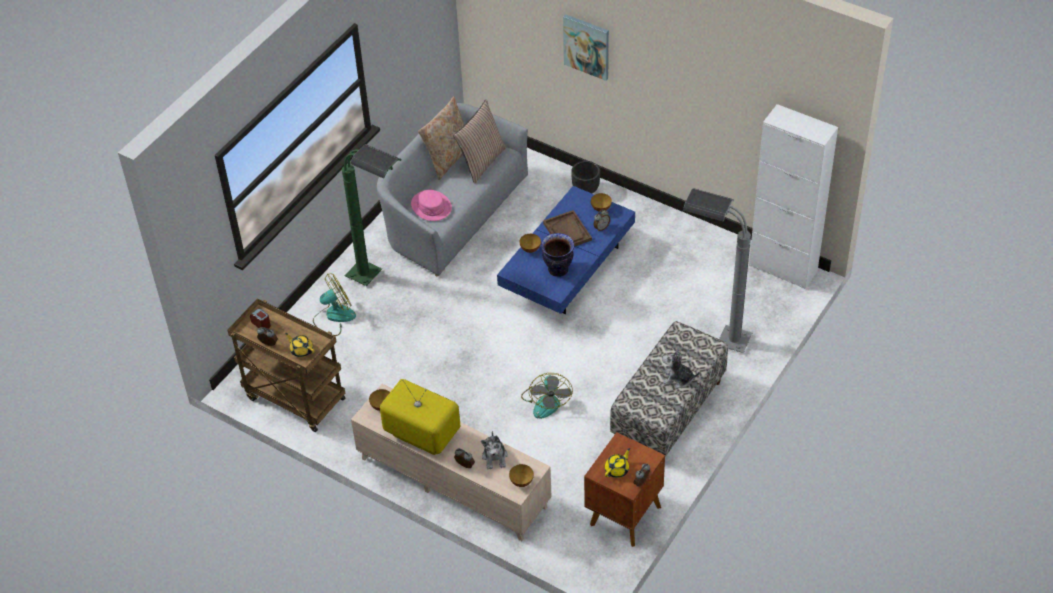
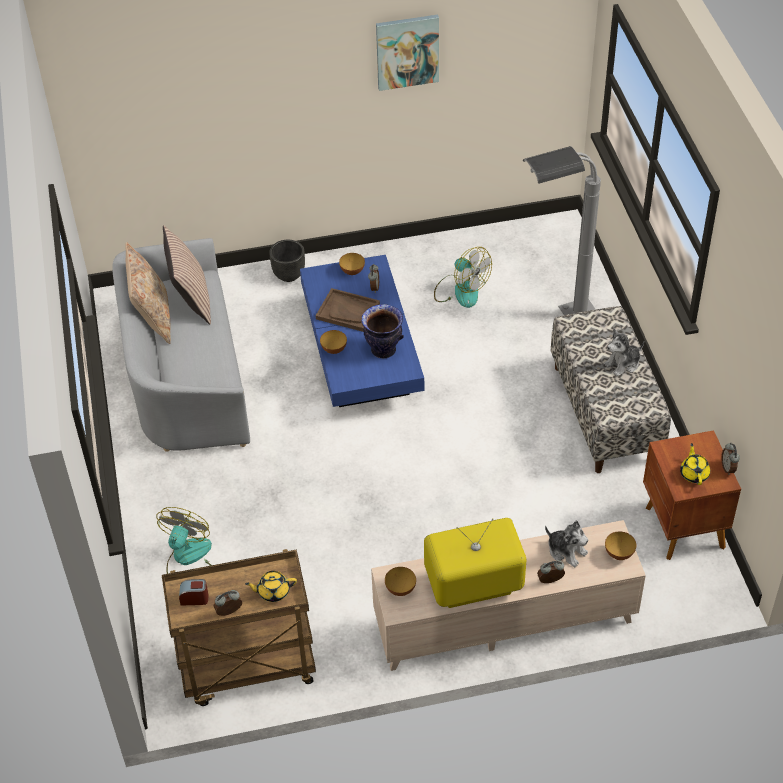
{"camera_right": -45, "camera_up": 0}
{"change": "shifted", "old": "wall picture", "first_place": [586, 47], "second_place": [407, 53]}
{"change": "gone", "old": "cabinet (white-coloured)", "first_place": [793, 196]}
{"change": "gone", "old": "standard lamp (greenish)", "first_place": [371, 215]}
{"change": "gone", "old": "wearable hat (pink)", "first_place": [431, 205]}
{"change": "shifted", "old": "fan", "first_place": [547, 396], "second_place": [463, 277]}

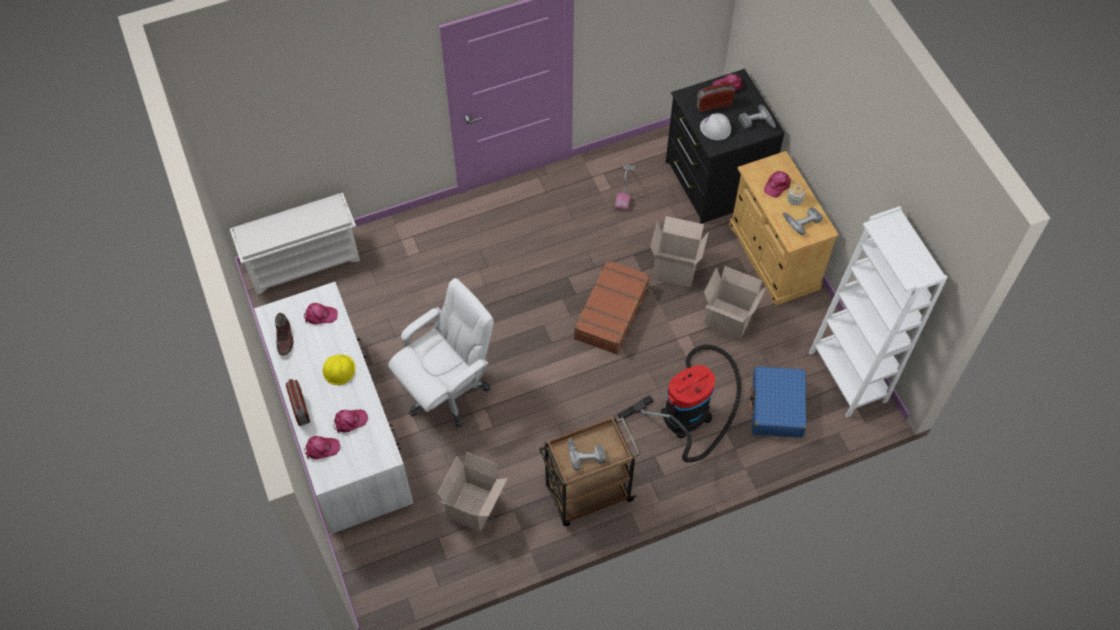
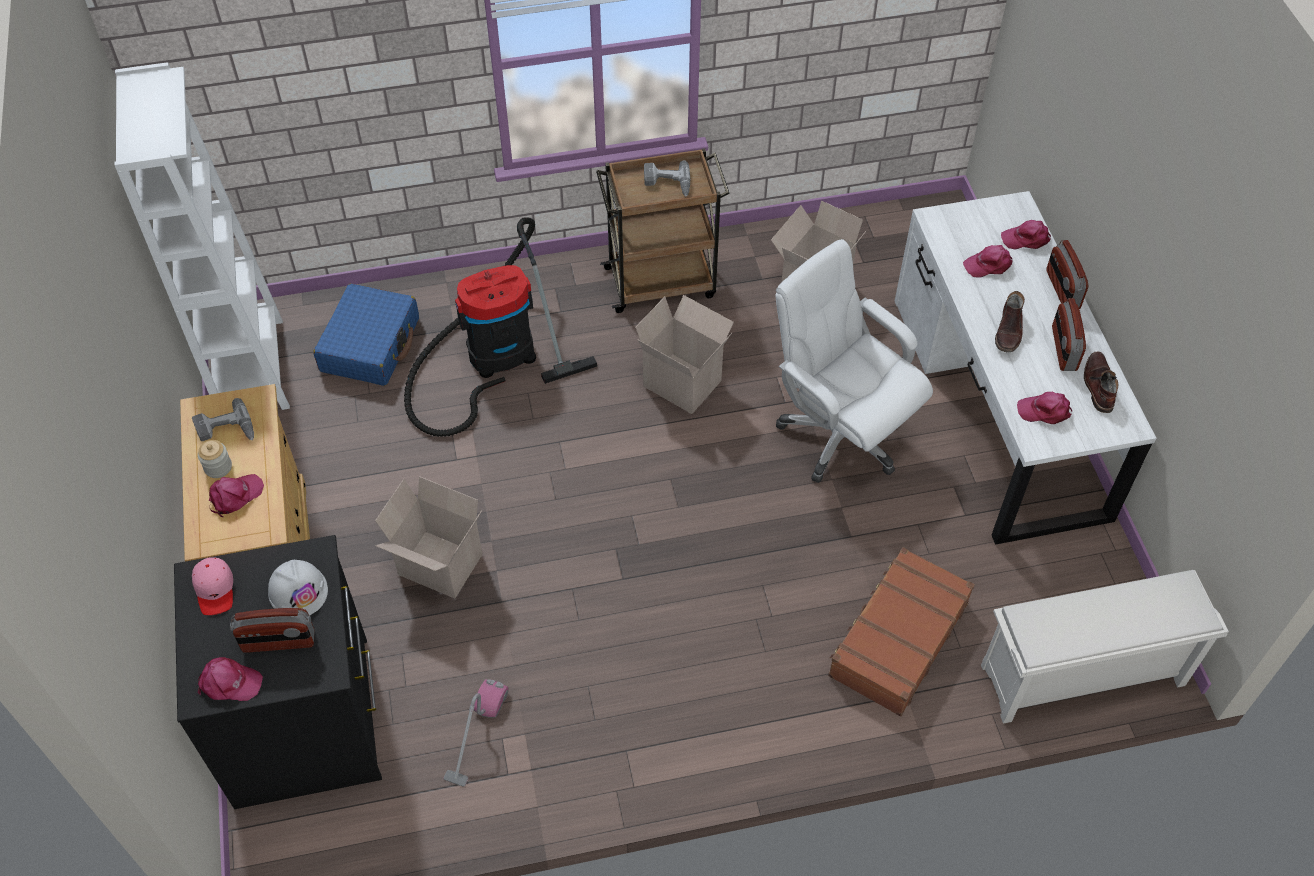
{"camera_right": -170, "camera_up": -5}
{"change": "swapped", "old": "electric drill", "new": "peaked cap (pink)", "first_place": [757, 116], "second_place": [212, 586]}
{"change": "shifted", "old": "piece of luggage (brown-coloured)", "first_place": [612, 307], "second_place": [901, 632]}
{"change": "shifted", "old": "carton", "first_place": [735, 302], "second_place": [684, 354]}
{"change": "rotated", "old": "desk chair (white-coloured)", "first_place": [441, 352], "second_place": [854, 361], "degrees": 75}
{"change": "swapped", "old": "safety helmet (yellow)", "new": "tall boot (brown-coloured)", "first_place": [339, 369], "second_place": [1010, 321]}
{"change": "new", "new": "radio", "second_place": [1069, 334]}

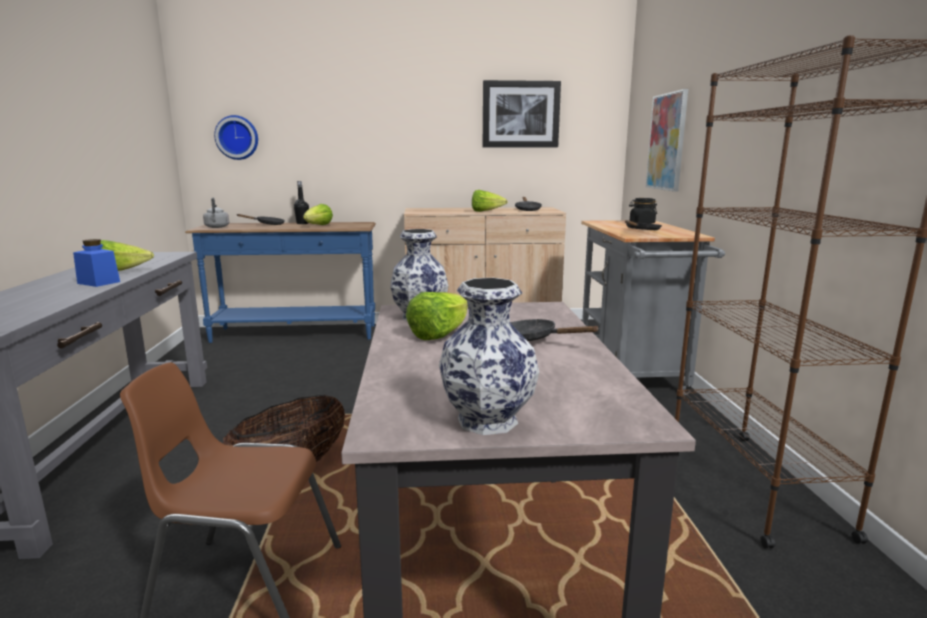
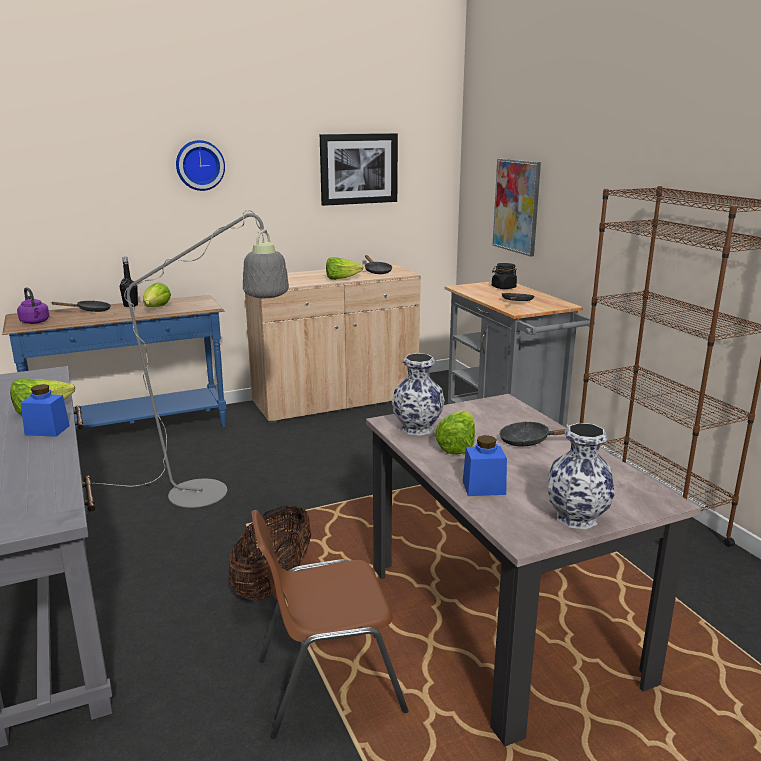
{"camera_right": -20, "camera_up": 5}
{"change": "shifted", "old": "clock on the wall", "first_place": [236, 137], "second_place": [200, 165]}
{"change": "repainted", "old": "kettle (greyish)", "new": "kettle (purple-coloured)", "first_place": [216, 213], "second_place": [33, 305]}
{"change": "new", "new": "standard lamp (greyish)", "second_place": [186, 359]}
{"change": "new", "new": "storage jar (bluish)", "second_place": [485, 465]}

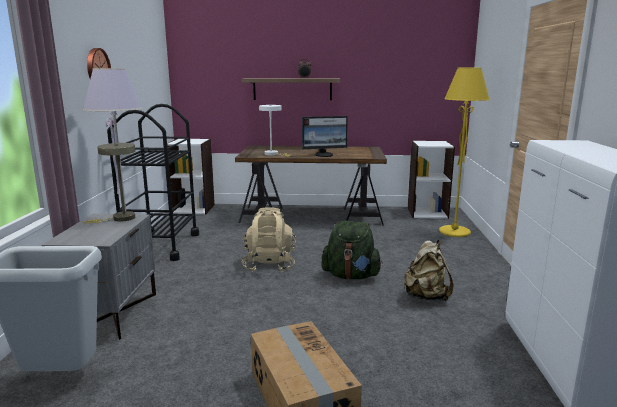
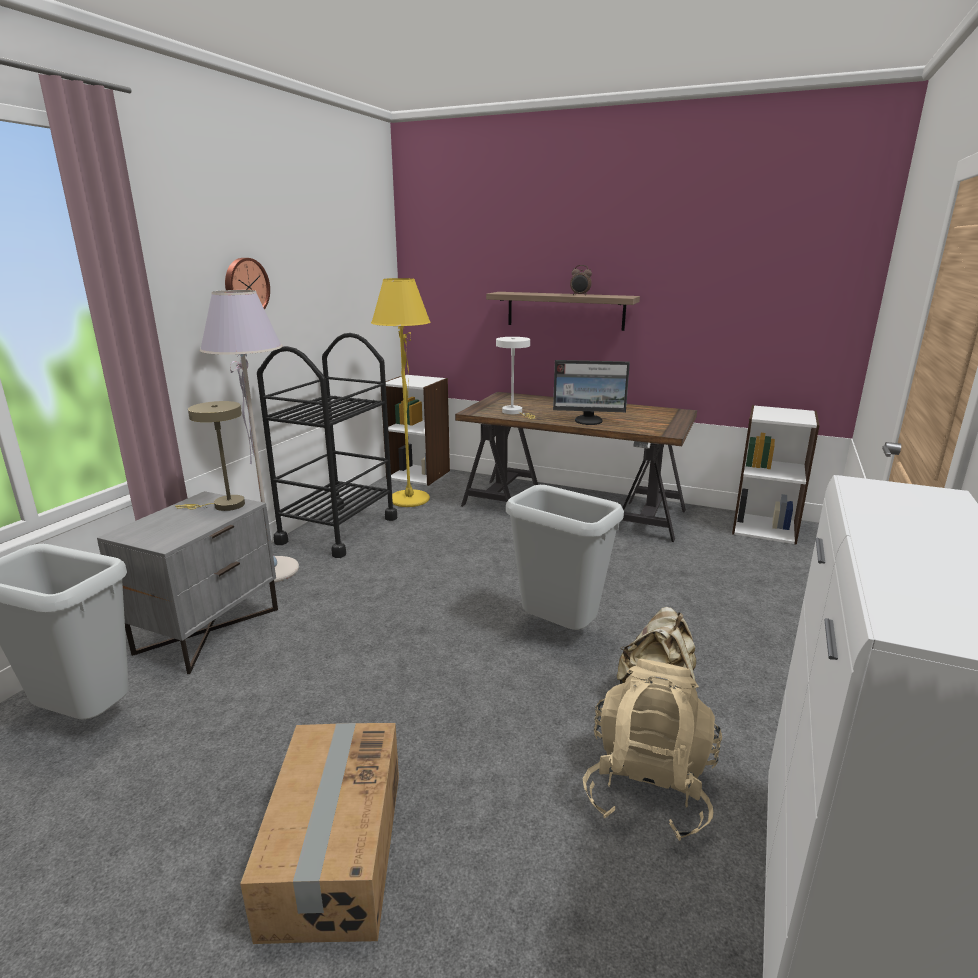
{"camera_right": 20, "camera_up": 5}
{"change": "shifted", "old": "standard lamp (yellow)", "first_place": [464, 152], "second_place": [400, 392]}
{"change": "shifted", "old": "rucksack (beige-coloured)", "first_place": [269, 240], "second_place": [652, 750]}
{"change": "swapped", "old": "rucksack (greenish)", "new": "rubbish bin (greyish)", "first_place": [352, 250], "second_place": [565, 557]}

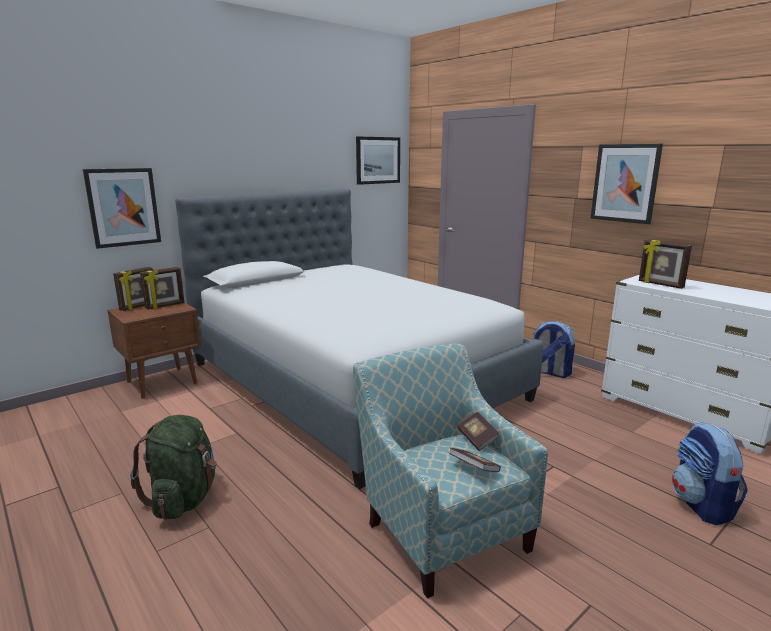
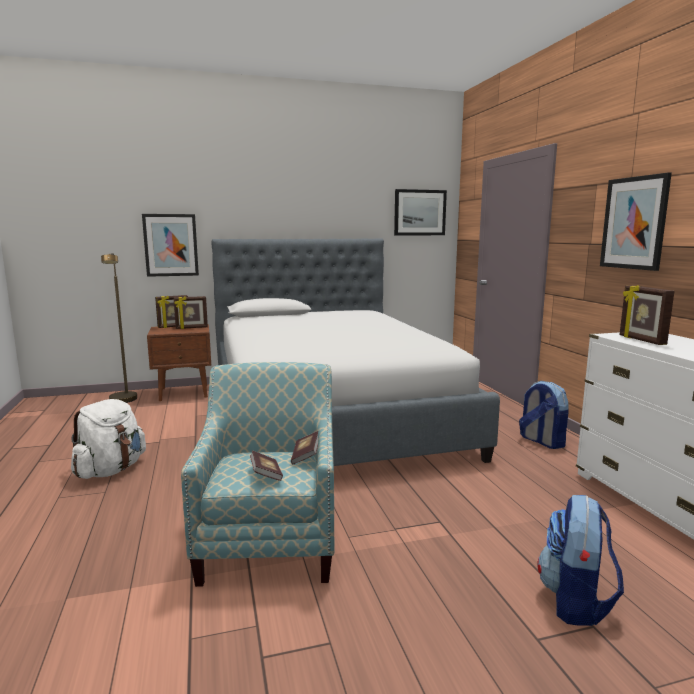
{"camera_right": 25, "camera_up": -5}
{"change": "repainted", "old": "rucksack (greenish)", "new": "rucksack (white-coloured)", "first_place": [173, 467], "second_place": [108, 439]}
{"change": "new", "new": "standard lamp (brown-coloured)", "second_place": [119, 328]}

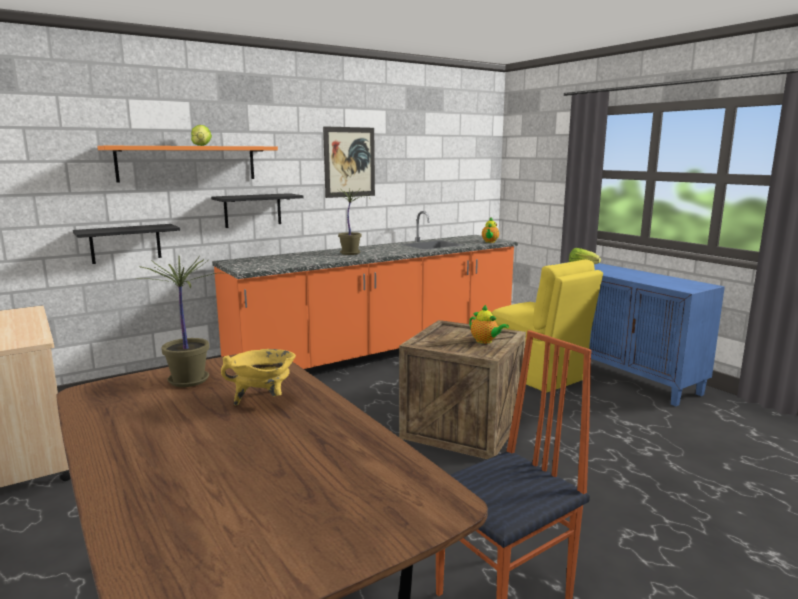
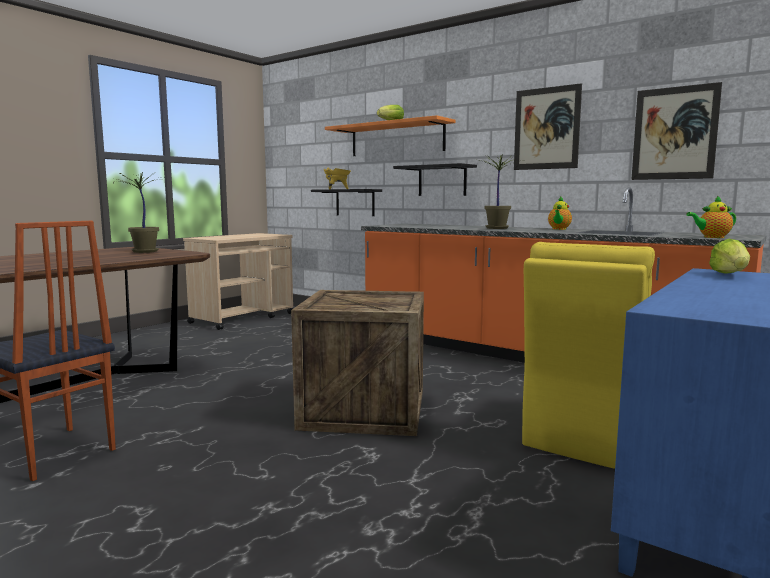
{"camera_right": 70, "camera_up": -5}
{"change": "shifted", "old": "tea pot", "first_place": [489, 324], "second_place": [560, 213]}
{"change": "shifted", "old": "stockpot (yellow)", "first_place": [258, 377], "second_place": [337, 178]}
{"change": "new", "new": "wall picture", "second_place": [676, 131]}

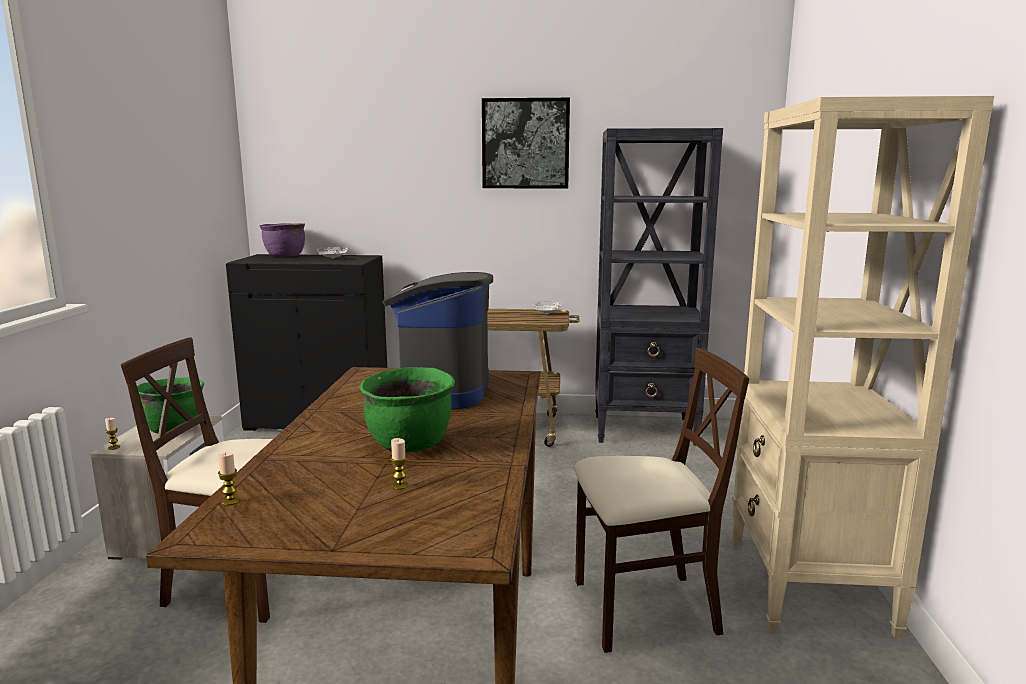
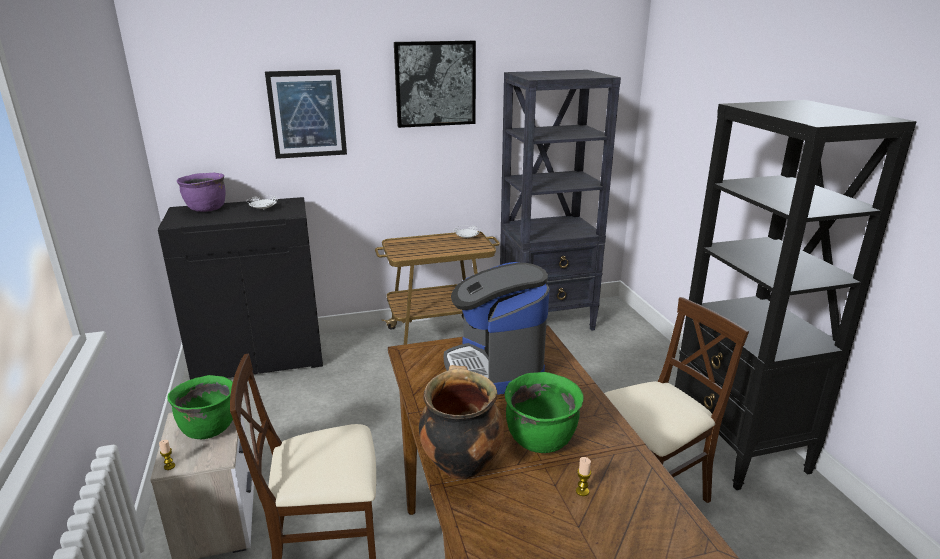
{"camera_right": -20, "camera_up": 10}
{"change": "repainted", "old": "bookshelf (beige-coloured)", "new": "bookshelf (black)", "first_place": [863, 367], "second_place": [796, 295]}
{"change": "gone", "old": "wax light", "first_place": [229, 479]}
{"change": "new", "new": "wall picture", "second_place": [306, 114]}
{"change": "new", "new": "stockpot", "second_place": [461, 422]}

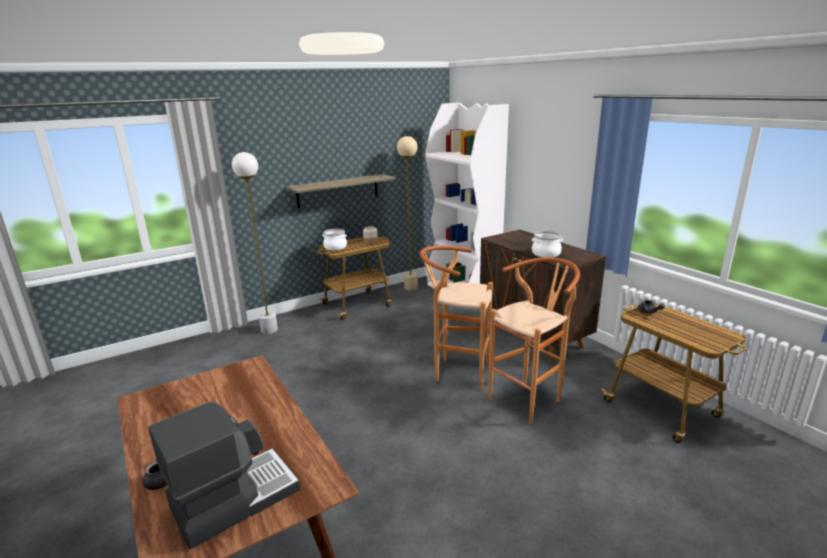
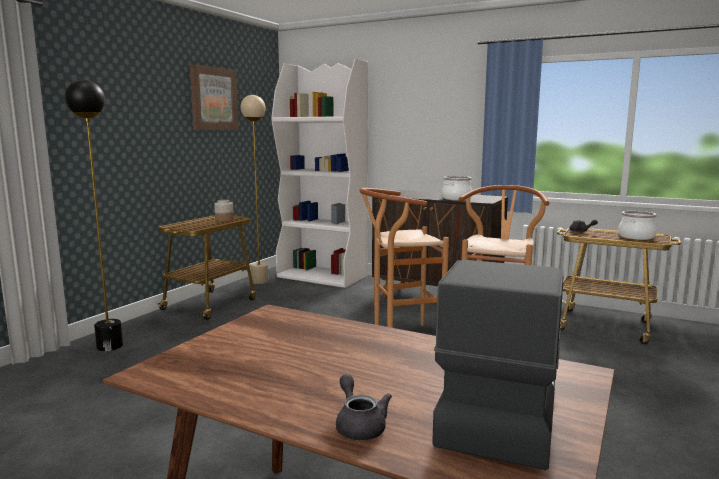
{"camera_right": -30, "camera_up": -10}
{"change": "repainted", "old": "standard lamp (white-coloured)", "new": "standard lamp (black)", "first_place": [255, 243], "second_place": [94, 215]}
{"change": "gone", "old": "wall shelf", "first_place": [341, 191]}
{"change": "shifted", "old": "stockpot", "first_place": [334, 240], "second_place": [637, 225]}
{"change": "new", "new": "wall picture", "second_place": [214, 97]}

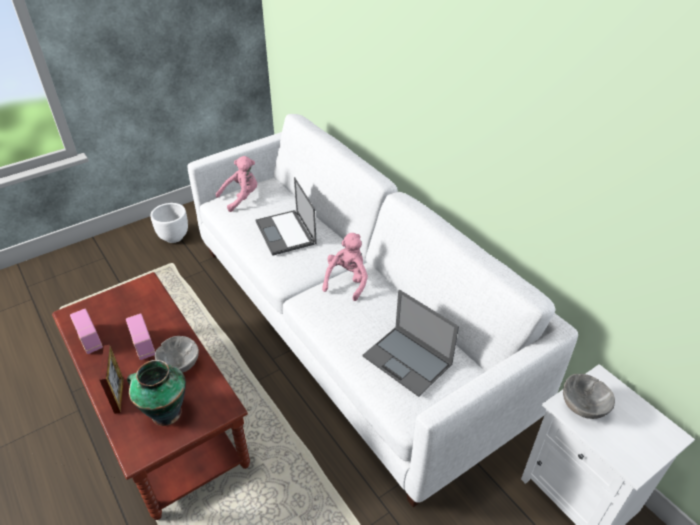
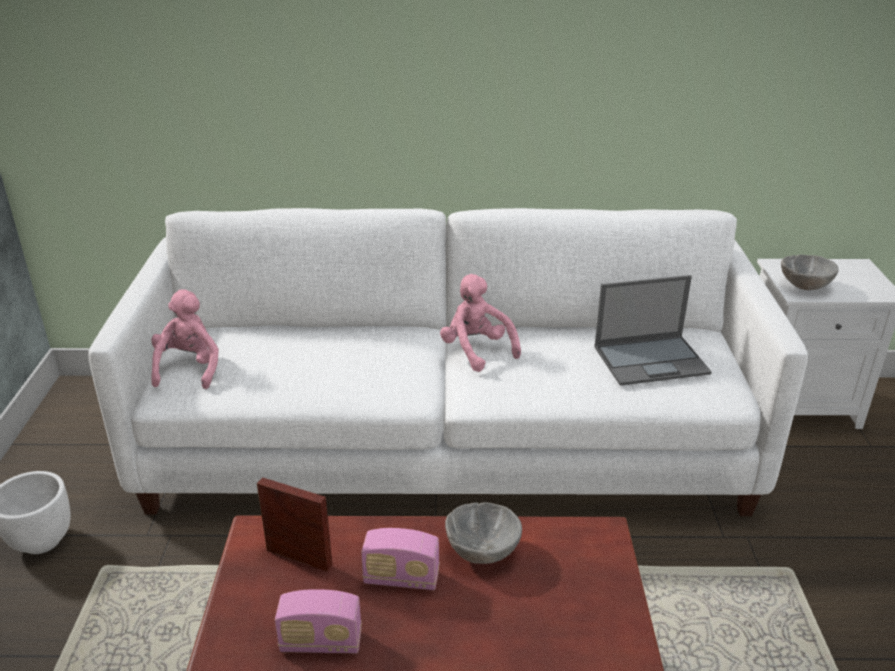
{"camera_right": -55, "camera_up": -10}
{"change": "gone", "old": "laptop", "first_place": [286, 216]}
{"change": "shifted", "old": "picture frame", "first_place": [111, 379], "second_place": [294, 524]}
{"change": "gone", "old": "vase", "first_place": [156, 393]}

